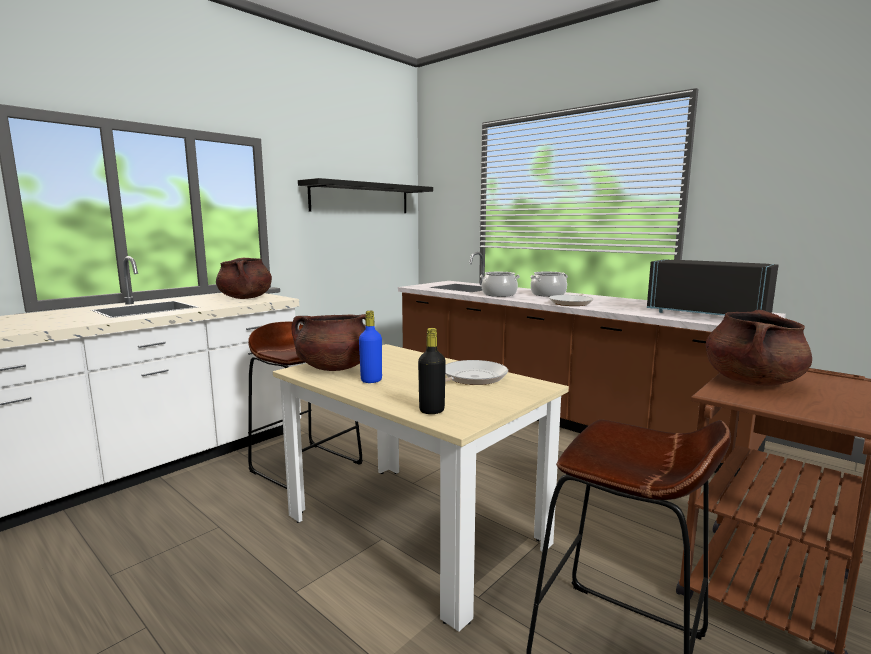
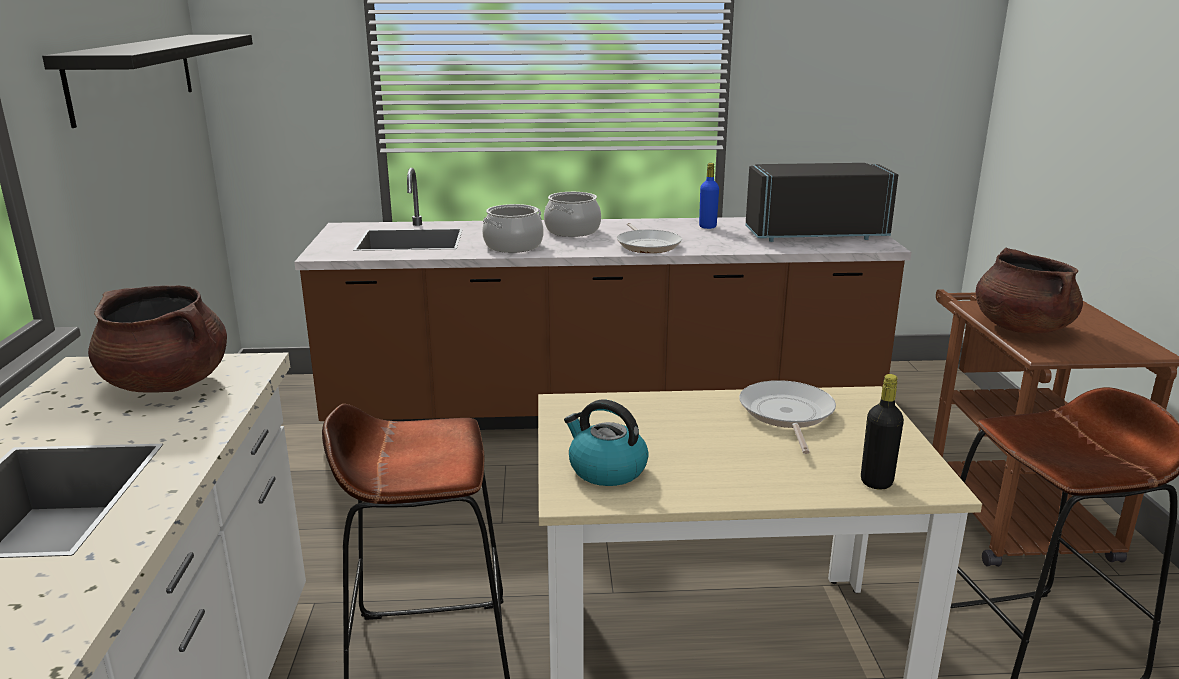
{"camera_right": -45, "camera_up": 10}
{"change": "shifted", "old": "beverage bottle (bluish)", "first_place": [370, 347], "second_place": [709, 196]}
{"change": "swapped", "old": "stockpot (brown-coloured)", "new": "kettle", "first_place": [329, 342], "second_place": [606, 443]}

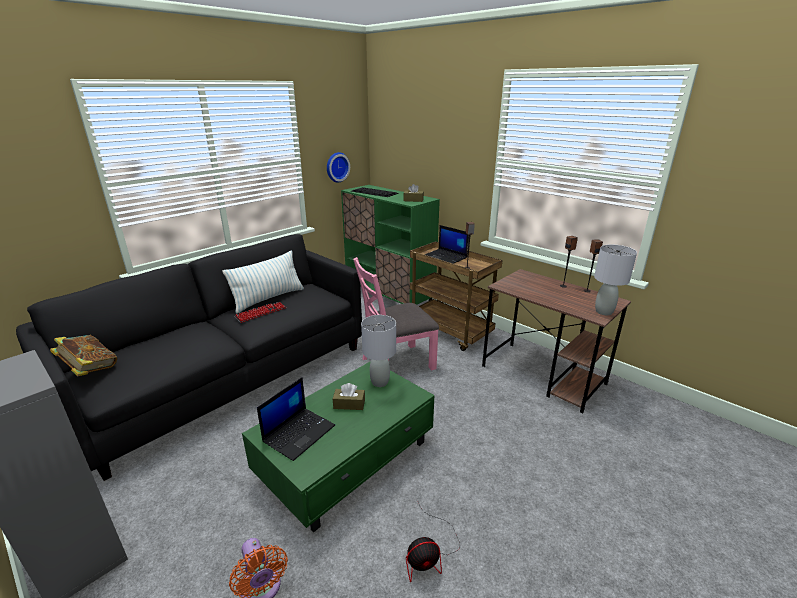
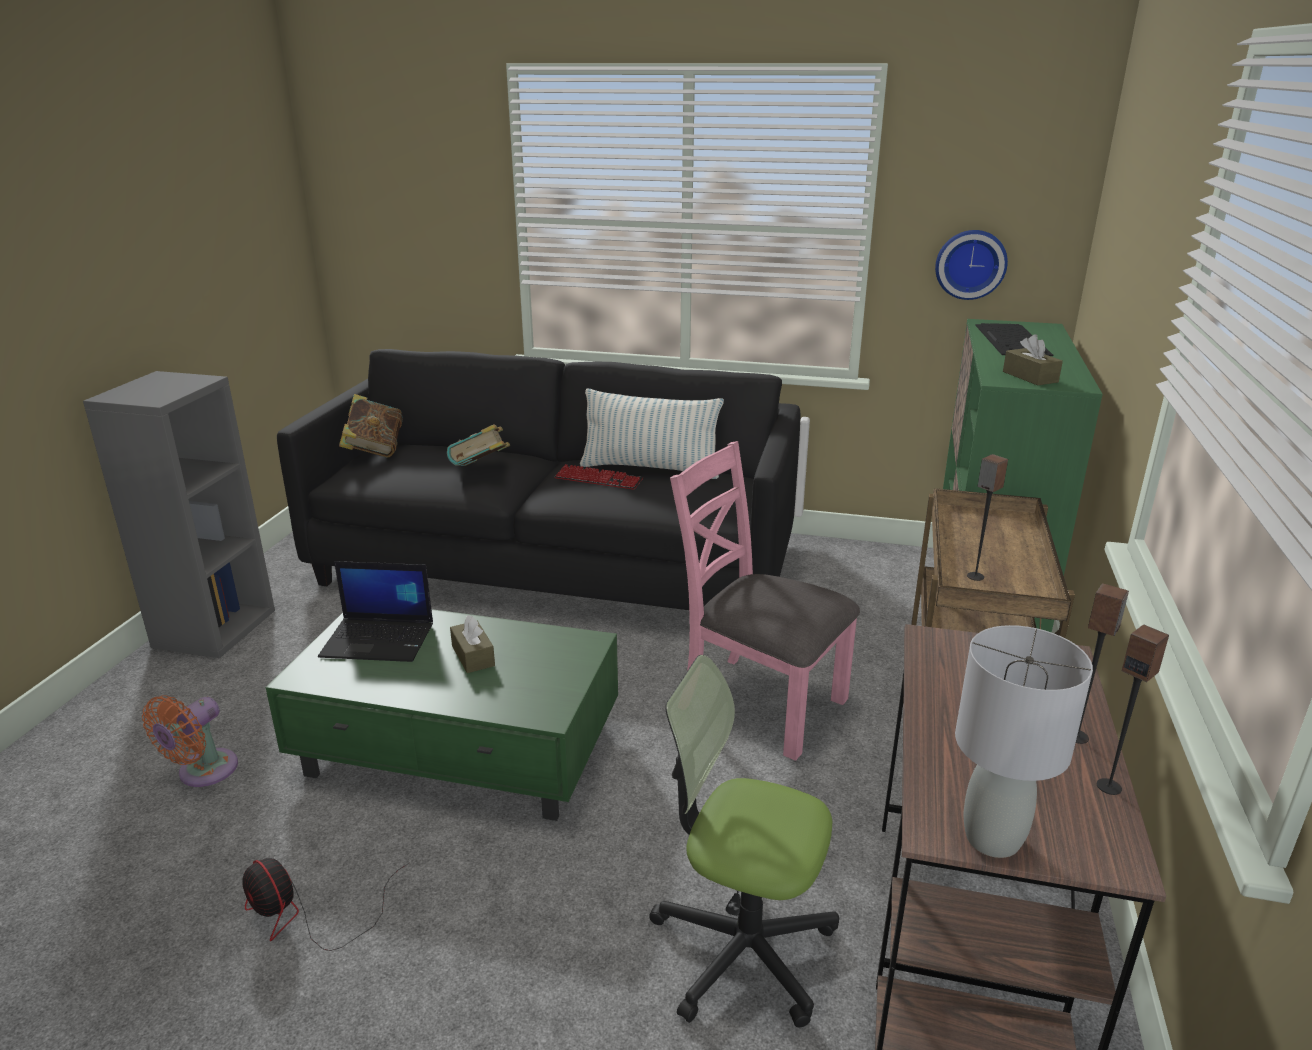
{"camera_right": 60, "camera_up": 0}
{"change": "gone", "old": "laptop", "first_place": [447, 244]}
{"change": "gone", "old": "tabletop lamp (greyish)", "first_place": [378, 351]}
{"change": "new", "new": "volume", "second_place": [478, 445]}
{"change": "new", "new": "desk chair", "second_place": [744, 841]}

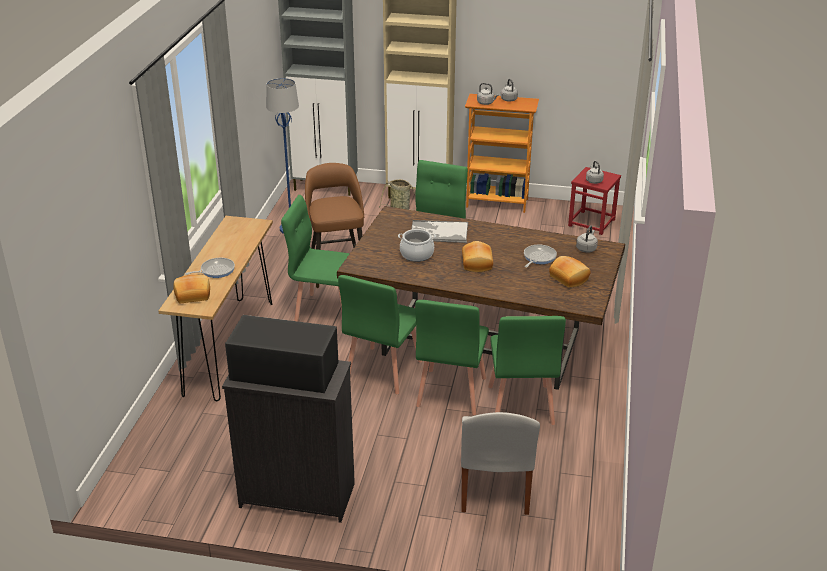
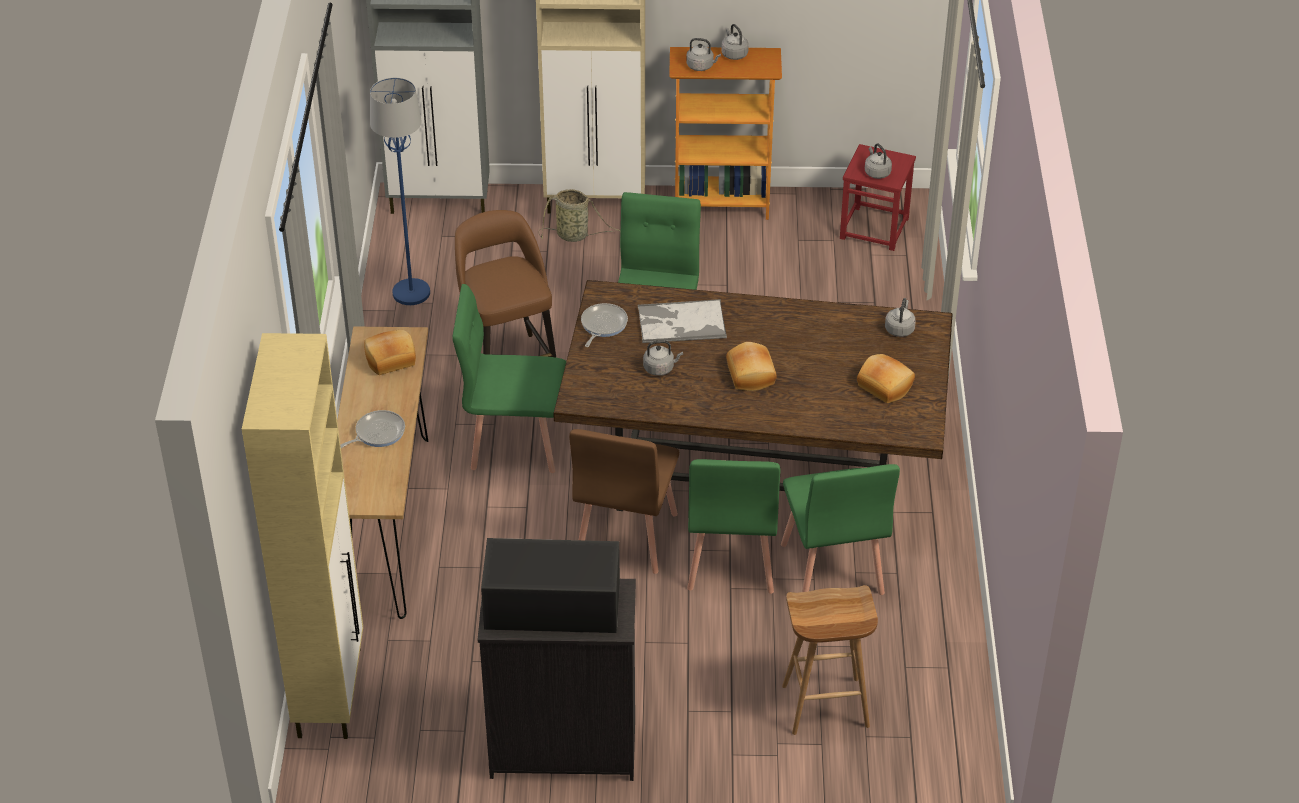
{"camera_right": -10, "camera_up": 10}
{"change": "swapped", "old": "stockpot", "new": "kettle (greyish)", "first_place": [417, 245], "second_place": [663, 358]}
{"change": "shifted", "old": "skillet", "first_place": [540, 256], "second_place": [604, 325]}
{"change": "shifted", "old": "bread", "first_place": [192, 289], "second_place": [390, 352]}
{"change": "repainted", "old": "upright chair (greenish)", "new": "upright chair (brown-coloured)", "first_place": [380, 334], "second_place": [624, 501]}
{"change": "swapped", "old": "upright chair (white-coloured)", "new": "stool (brown-coloured)", "first_place": [500, 463], "second_place": [830, 660]}
{"change": "new", "new": "cabinet (beige-coloured)", "second_place": [302, 536]}

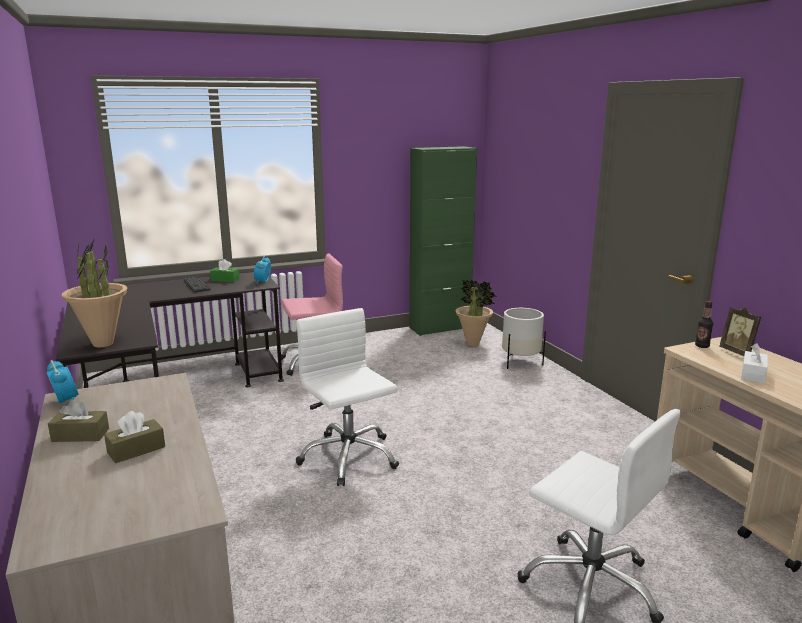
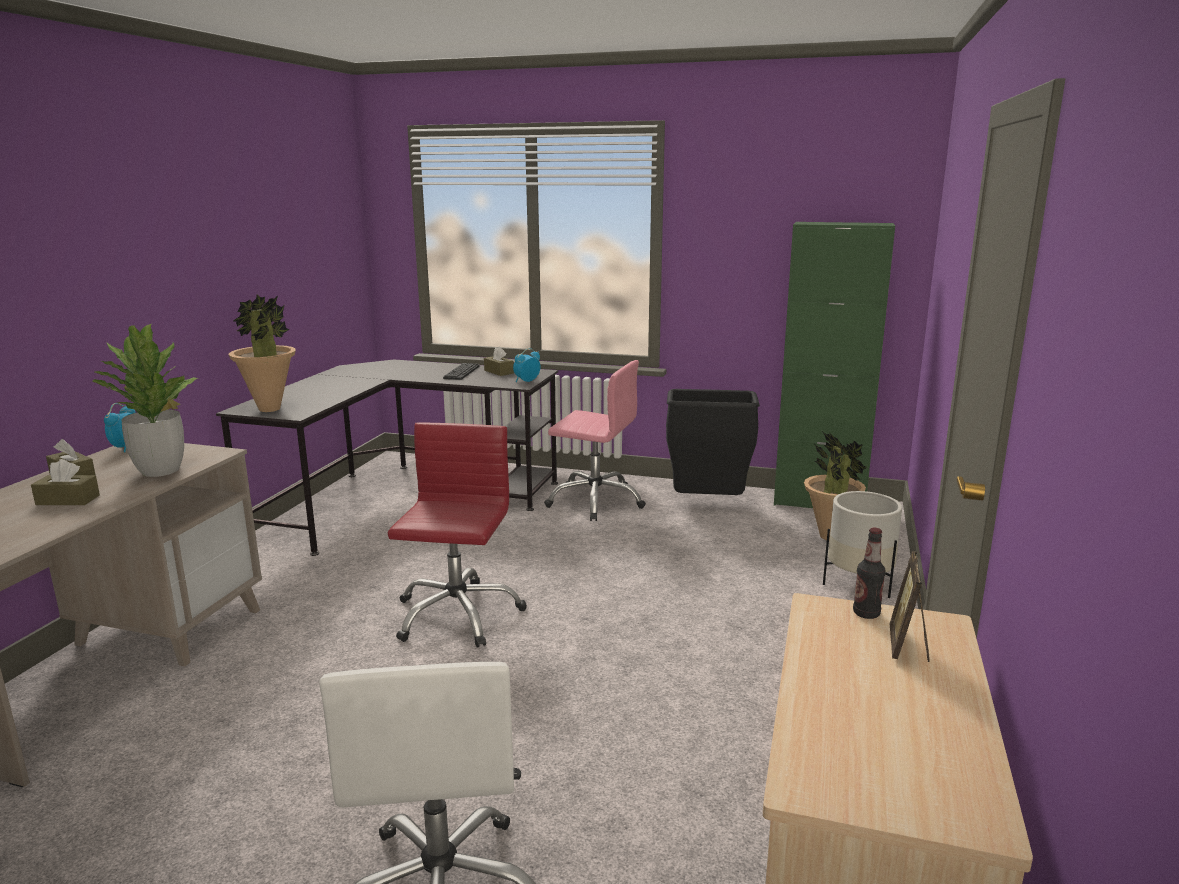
{"camera_right": 40, "camera_up": 0}
{"change": "repainted", "old": "box of tissues (greenish)", "new": "box of tissues (brown-coloured)", "first_place": [224, 270], "second_place": [499, 361]}
{"change": "repainted", "old": "desk chair (white-coloured)", "new": "desk chair (red-coloured)", "first_place": [347, 397], "second_place": [457, 535]}
{"change": "gone", "old": "box of tissues (white-coloured)", "first_place": [754, 363]}
{"change": "new", "new": "houseplant", "second_place": [145, 400]}
{"change": "new", "new": "rubbish bin (black)", "second_place": [713, 442]}

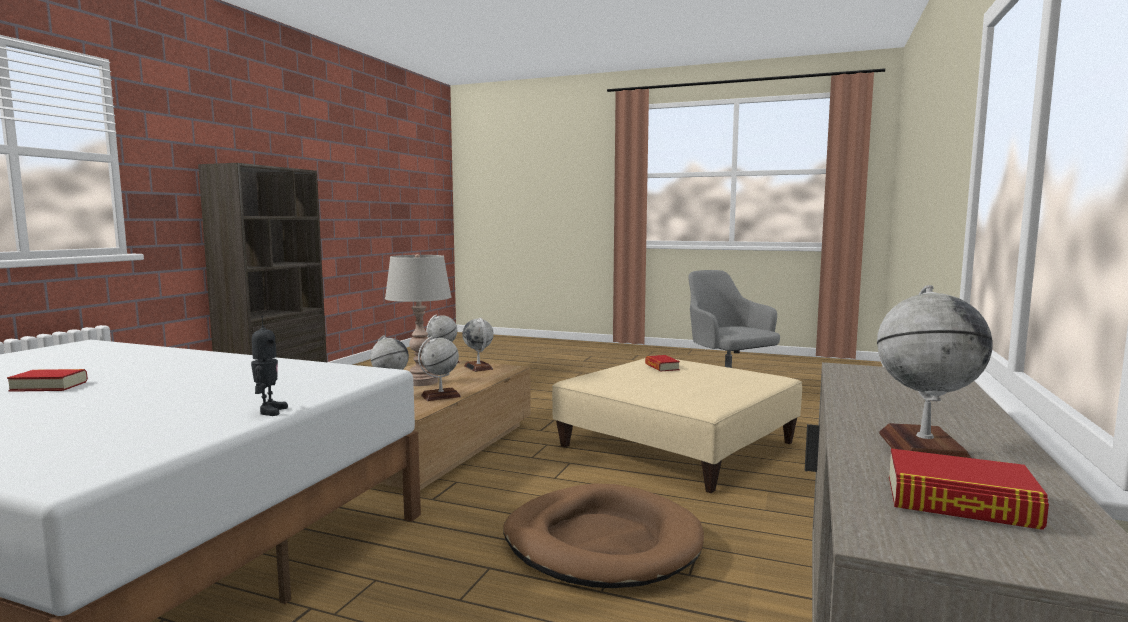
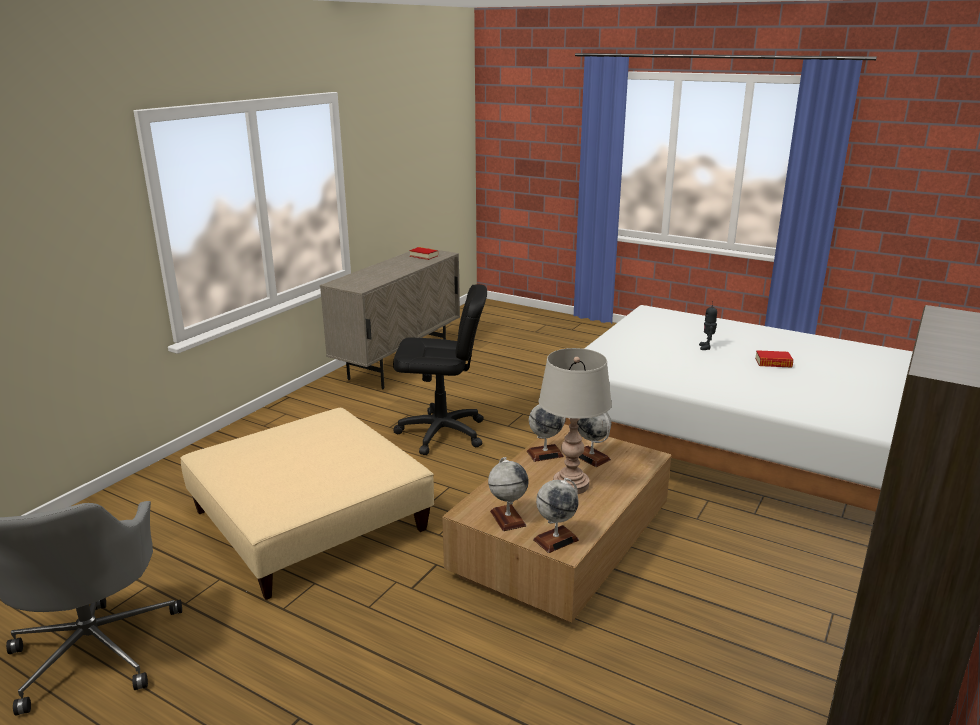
{"camera_right": -170, "camera_up": 15}
{"change": "gone", "old": "world globe", "first_place": [935, 371]}
{"change": "shifted", "old": "model robot", "first_place": [269, 366], "second_place": [708, 325]}
{"change": "gone", "old": "volume", "first_place": [662, 363]}
{"change": "swapped", "old": "pet bed (brown-coloured)", "new": "desk chair (black)", "first_place": [603, 535], "second_place": [440, 369]}

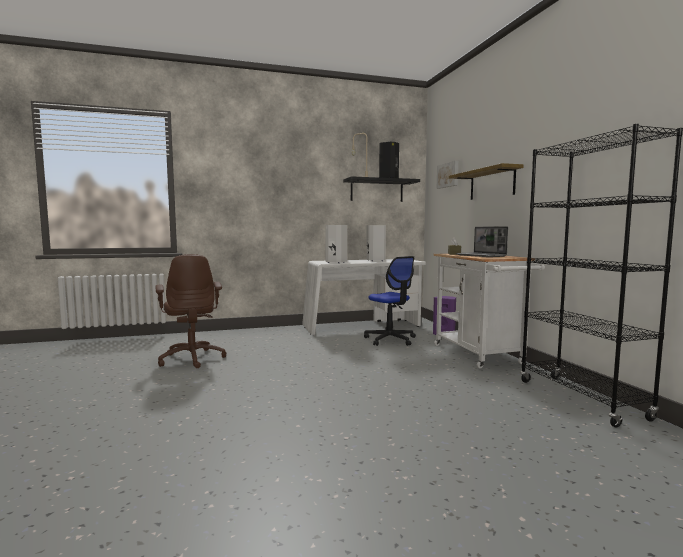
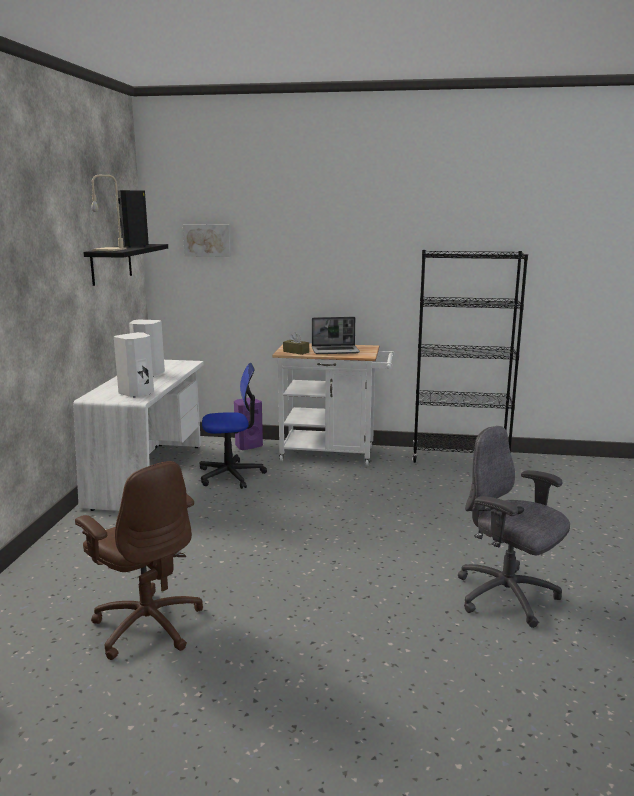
{"camera_right": -65, "camera_up": 10}
{"change": "gone", "old": "wall shelf", "first_place": [486, 181]}
{"change": "rotated", "old": "desk chair (brown-coloured)", "first_place": [190, 311], "second_place": [139, 560], "degrees": 45}
{"change": "new", "new": "desk chair (greyish)", "second_place": [513, 527]}

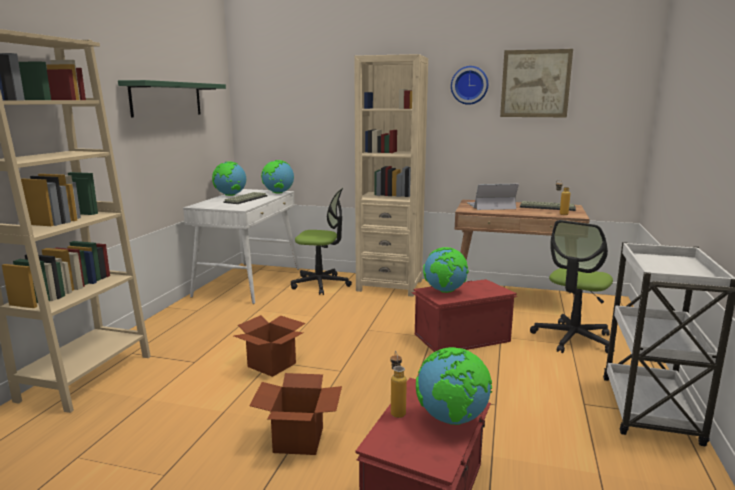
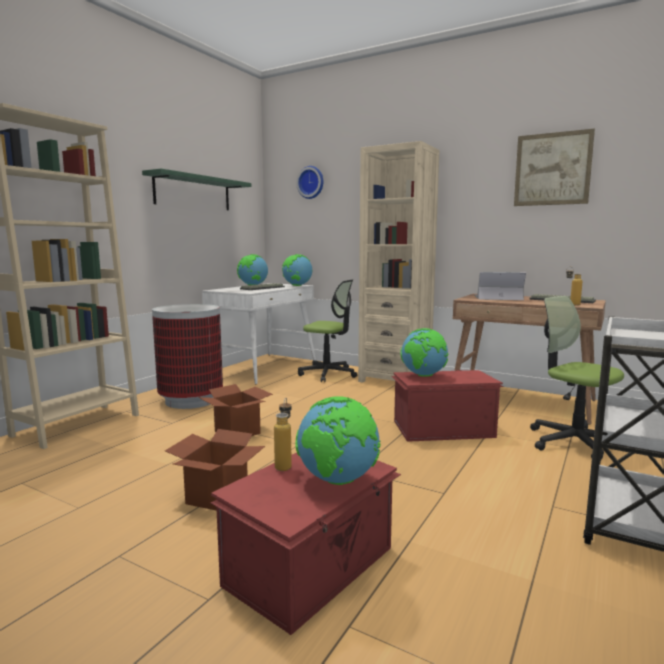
{"camera_right": 15, "camera_up": -5}
{"change": "shifted", "old": "clock on the wall", "first_place": [469, 85], "second_place": [310, 182]}
{"change": "rotated", "old": "desk chair", "first_place": [571, 287], "second_place": [577, 377], "degrees": 90}
{"change": "new", "new": "rubbish bin", "second_place": [187, 356]}

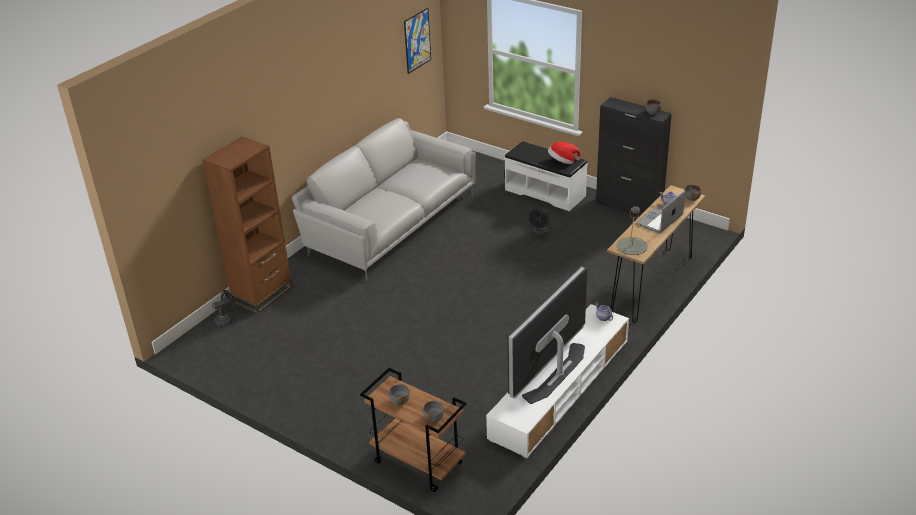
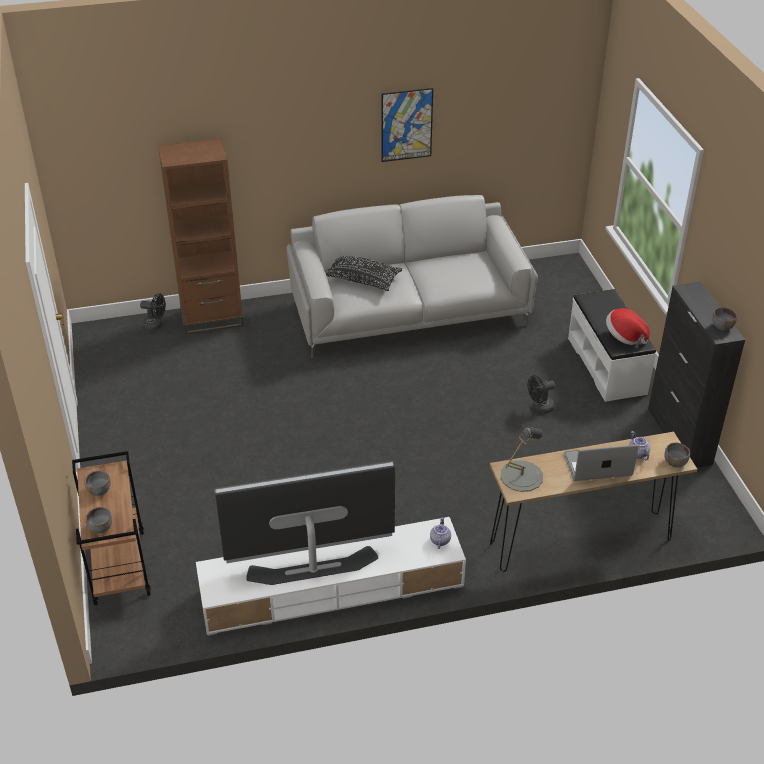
{"camera_right": 40, "camera_up": 5}
{"change": "shifted", "old": "wall picture", "first_place": [417, 41], "second_place": [407, 125]}
{"change": "new", "new": "throw pillow (black)", "second_place": [363, 273]}

